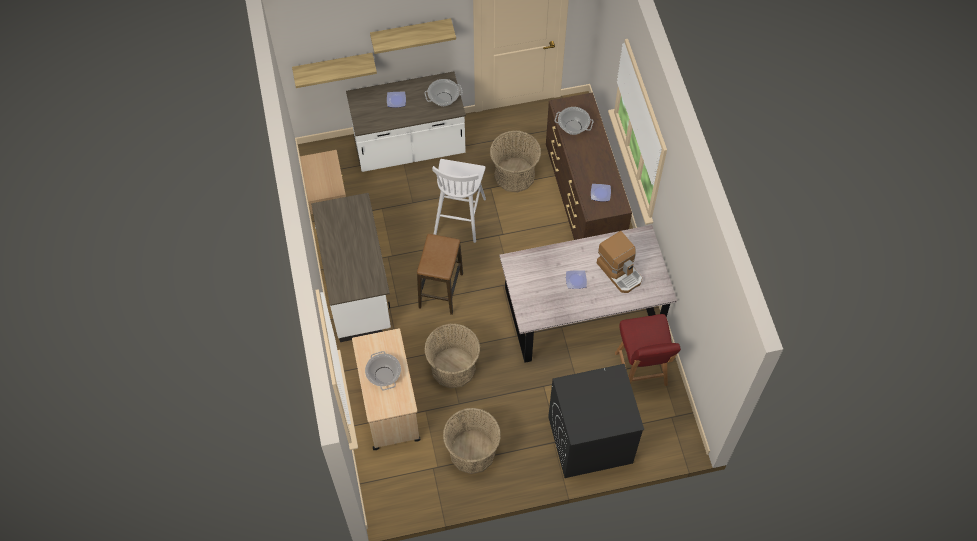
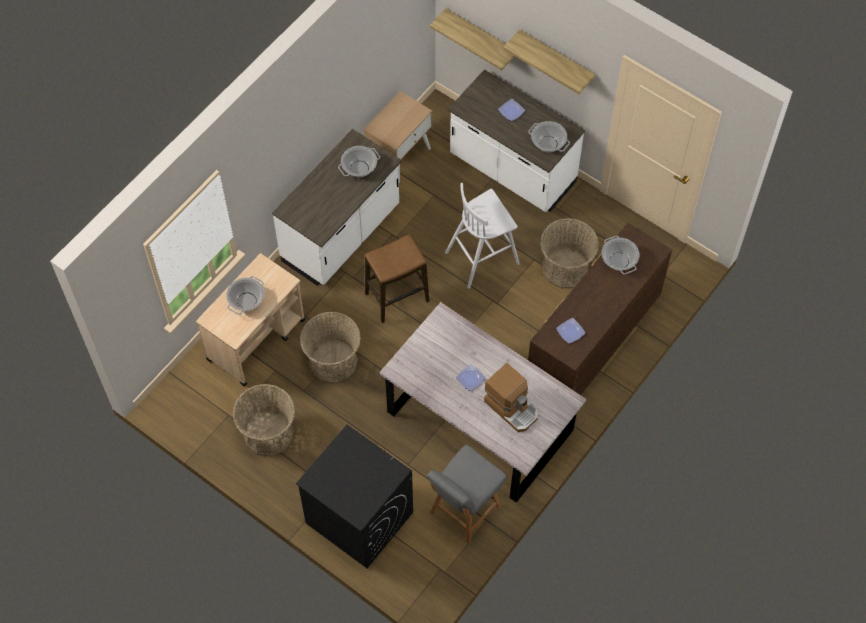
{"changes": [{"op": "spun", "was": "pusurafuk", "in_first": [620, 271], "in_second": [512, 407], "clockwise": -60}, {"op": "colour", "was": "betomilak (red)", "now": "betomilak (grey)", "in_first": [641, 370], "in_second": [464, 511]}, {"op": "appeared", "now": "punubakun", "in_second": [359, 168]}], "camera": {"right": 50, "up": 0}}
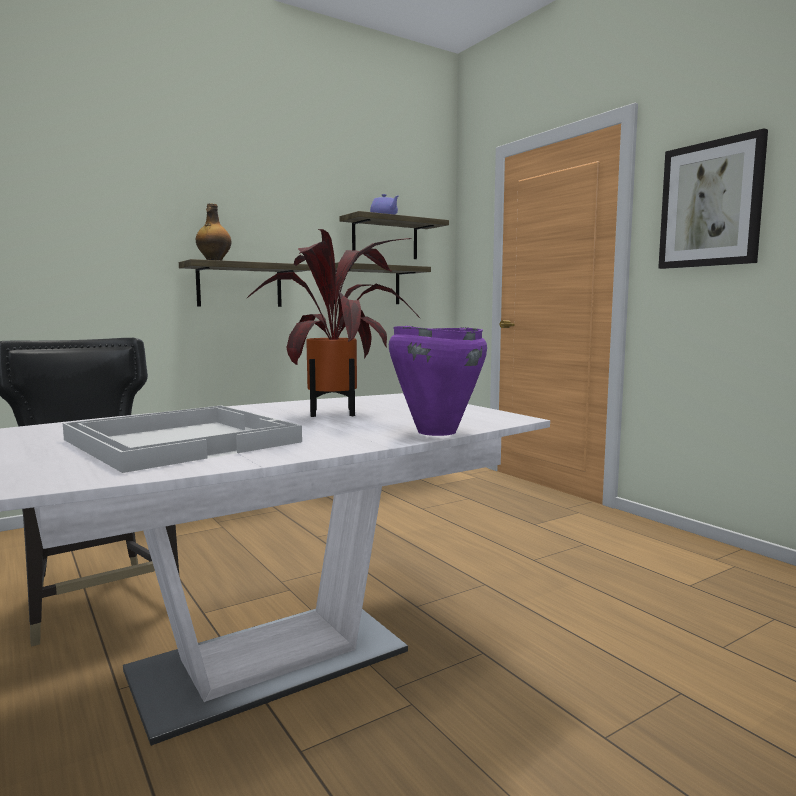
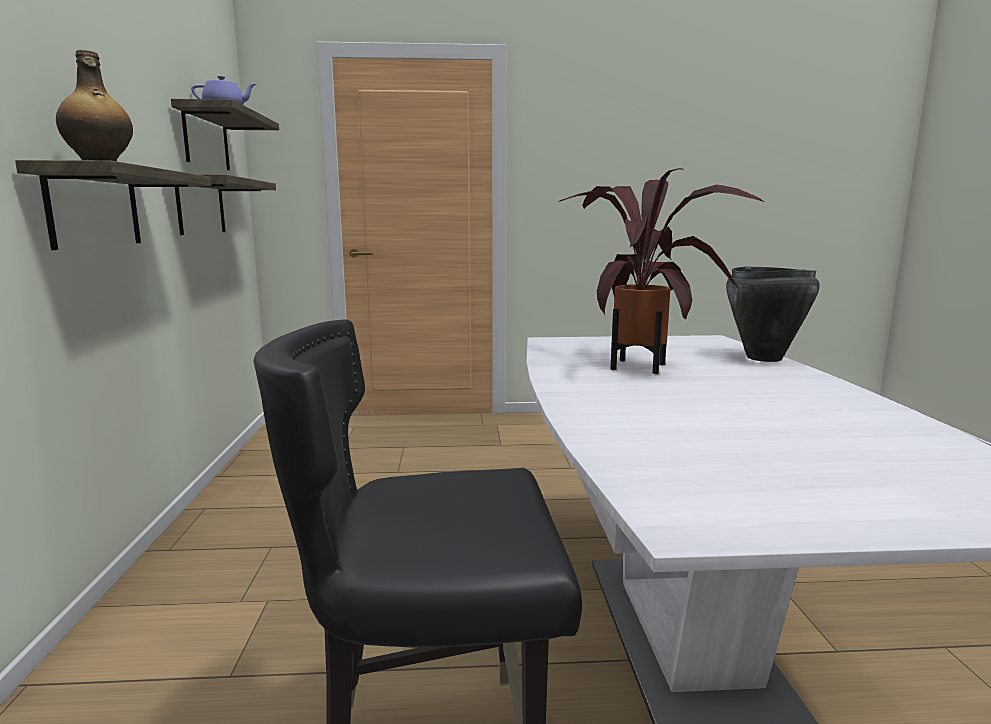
{"changes": [{"op": "missing", "was": "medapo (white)", "in_first": [183, 440]}, {"op": "colour", "was": "punubakun (purple)", "now": "punubakun (black)", "in_first": [435, 432], "in_second": [764, 358]}, {"op": "missing", "was": "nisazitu", "in_first": [711, 204]}], "camera": {"right": -60, "up": 5}}
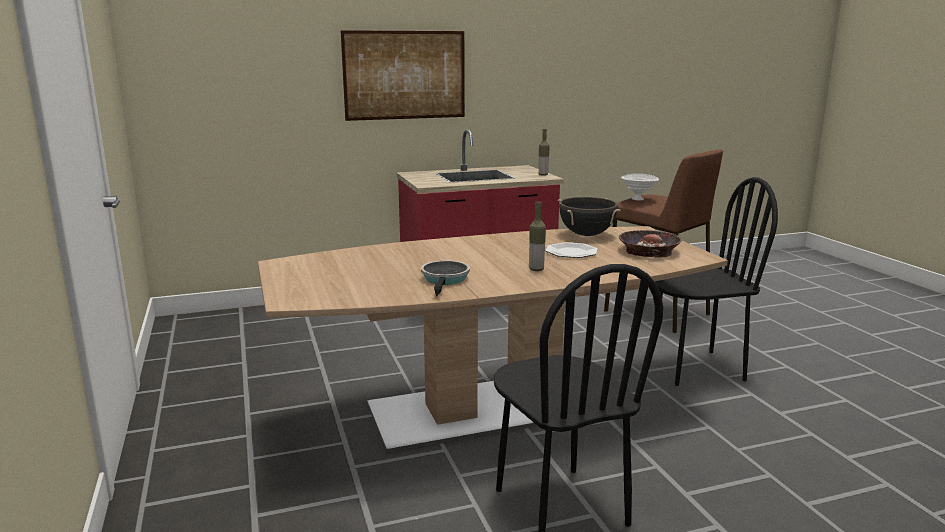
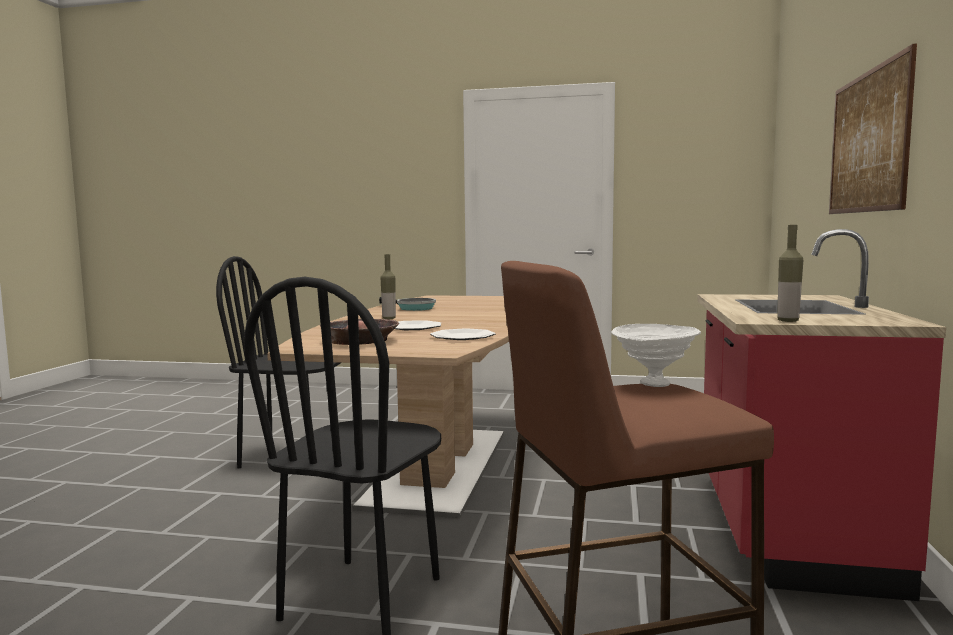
{"changes": [{"op": "exchanged", "was": "punubakun (black)", "now": "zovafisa", "in_first": [586, 235], "in_second": [462, 337]}], "camera": {"right": 120, "up": -10}}
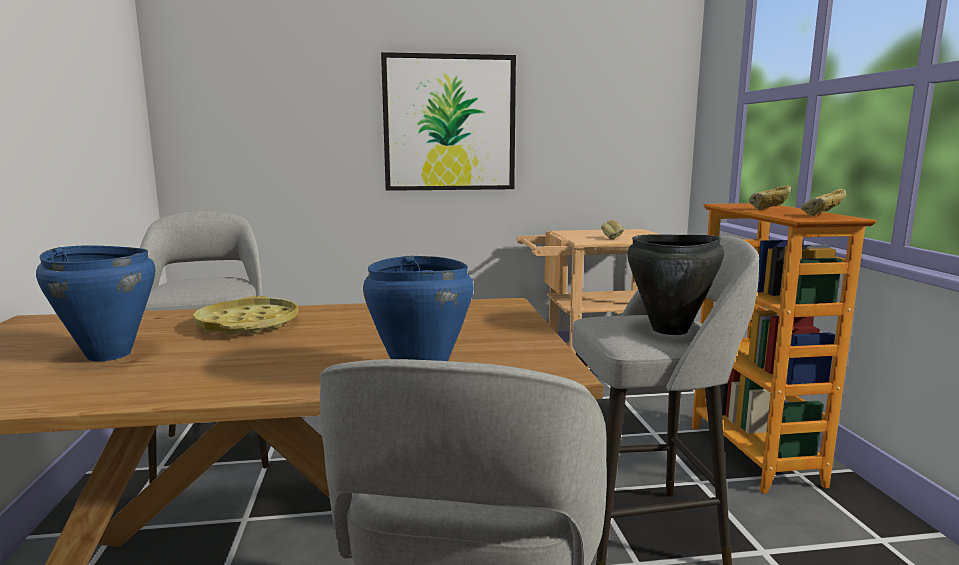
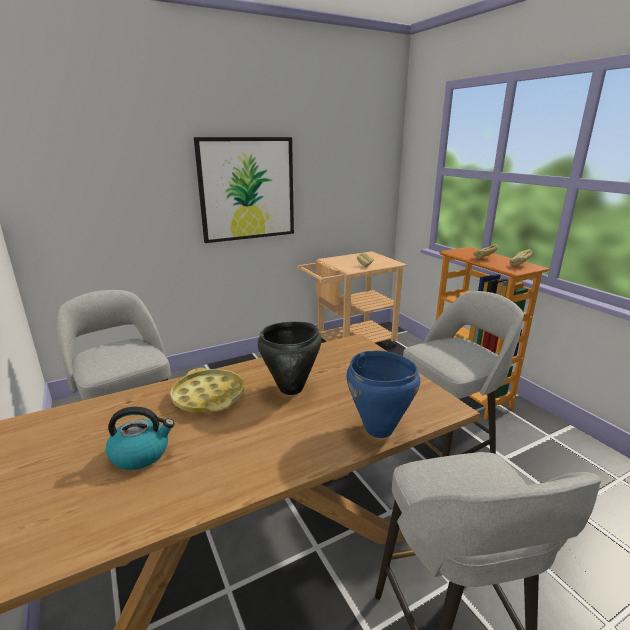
{"changes": [{"op": "exchanged", "was": "punubakun (blue)", "now": "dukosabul", "in_first": [109, 354], "in_second": [141, 453]}, {"op": "relocated", "was": "punubakun (black)", "in_first": [670, 330], "in_second": [291, 388]}], "camera": {"right": -20, "up": 10}}
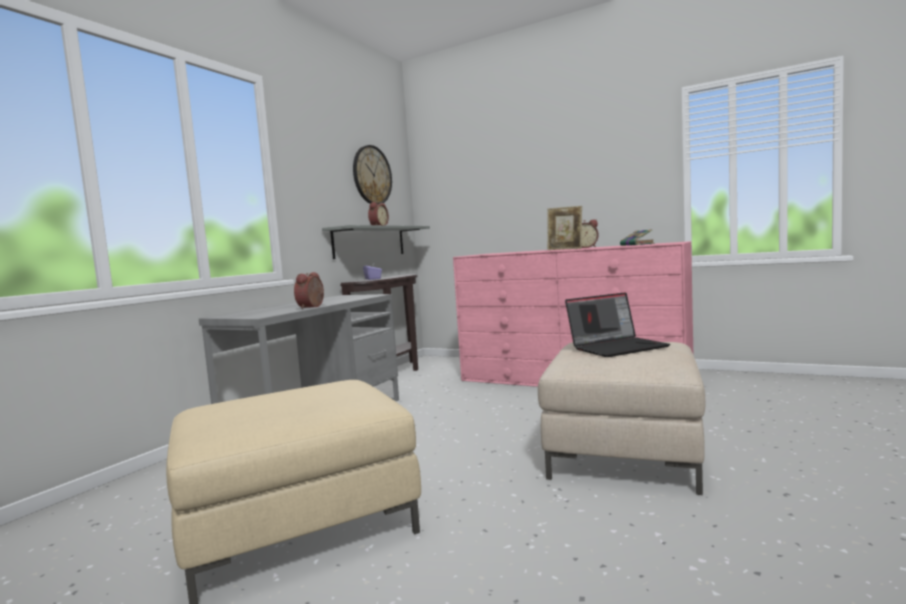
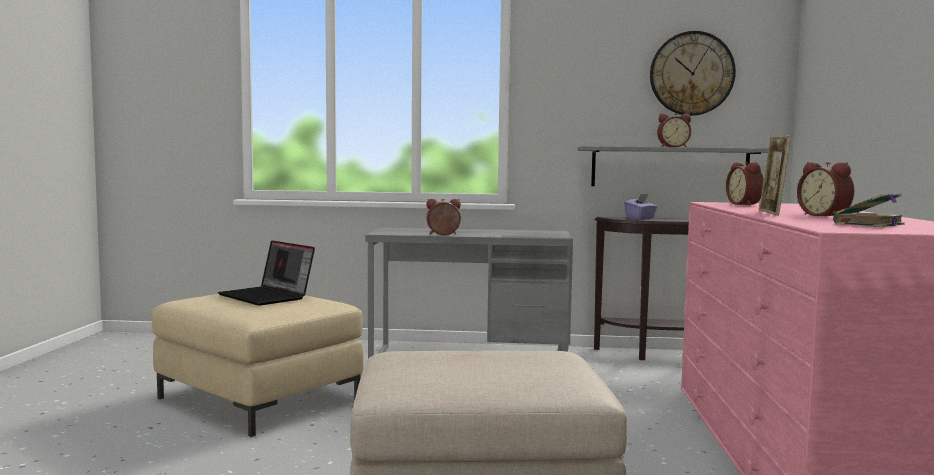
{"changes": [{"op": "relocated", "was": "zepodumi", "in_first": [617, 347], "in_second": [268, 296]}, {"op": "appeared", "now": "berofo", "in_second": [745, 204]}], "camera": {"right": 65, "up": 0}}
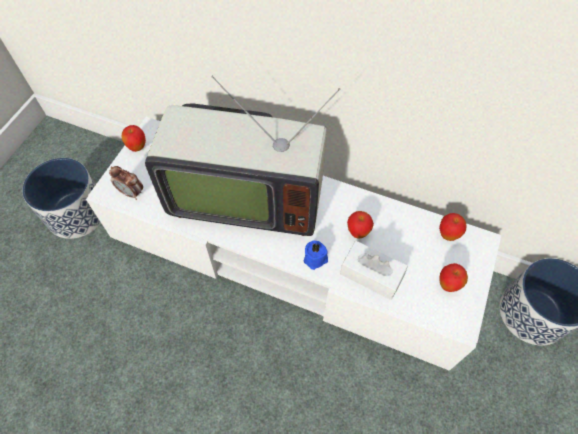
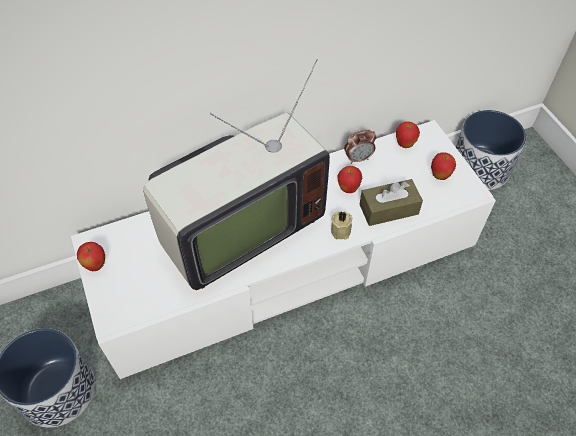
{"changes": [{"op": "relocated", "was": "berofo", "in_first": [132, 193], "in_second": [358, 158]}, {"op": "colour", "was": "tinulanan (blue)", "now": "tinulanan (beige)", "in_first": [316, 259], "in_second": [341, 230]}, {"op": "colour", "was": "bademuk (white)", "now": "bademuk (brown)", "in_first": [371, 275], "in_second": [388, 209]}], "camera": {"right": -45, "up": -5}}
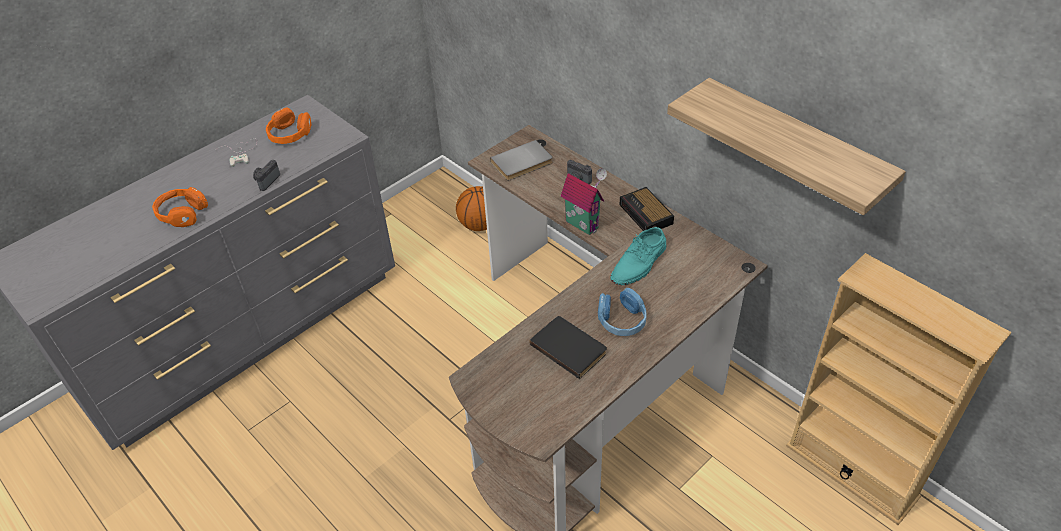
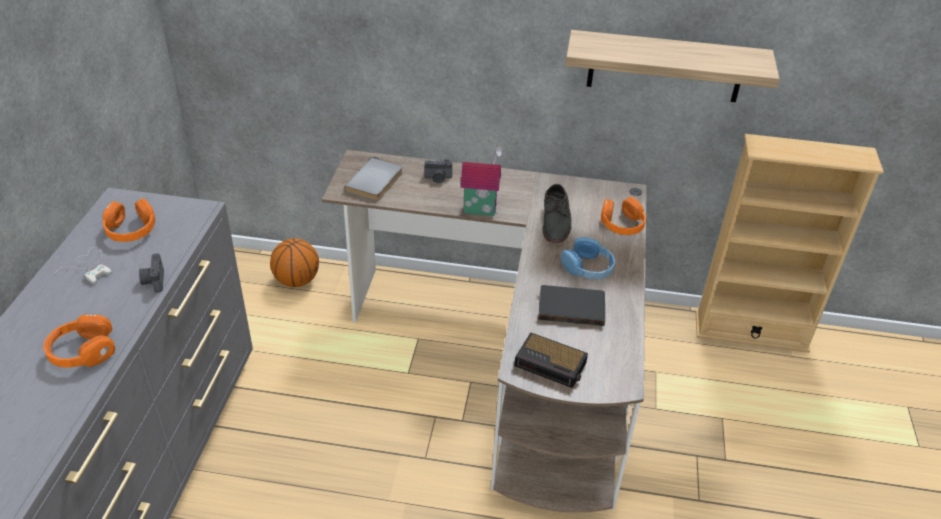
{"changes": [{"op": "colour", "was": "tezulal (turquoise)", "now": "tezulal (grey)", "in_first": [639, 263], "in_second": [556, 221]}, {"op": "relocated", "was": "berofo", "in_first": [646, 215], "in_second": [552, 364]}, {"op": "appeared", "now": "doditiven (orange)", "in_second": [621, 225]}], "camera": {"right": -40, "up": -5}}
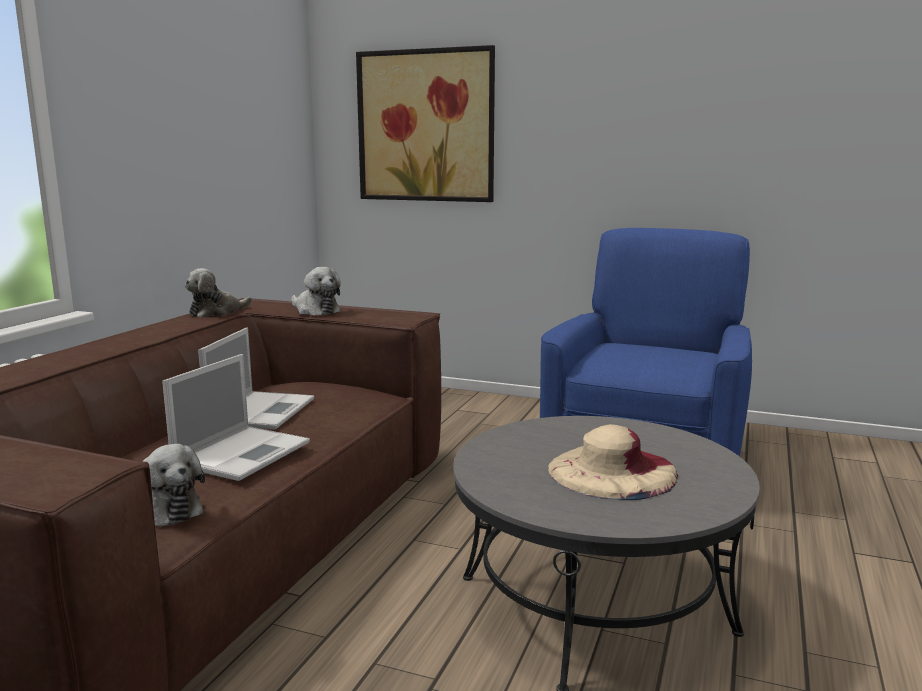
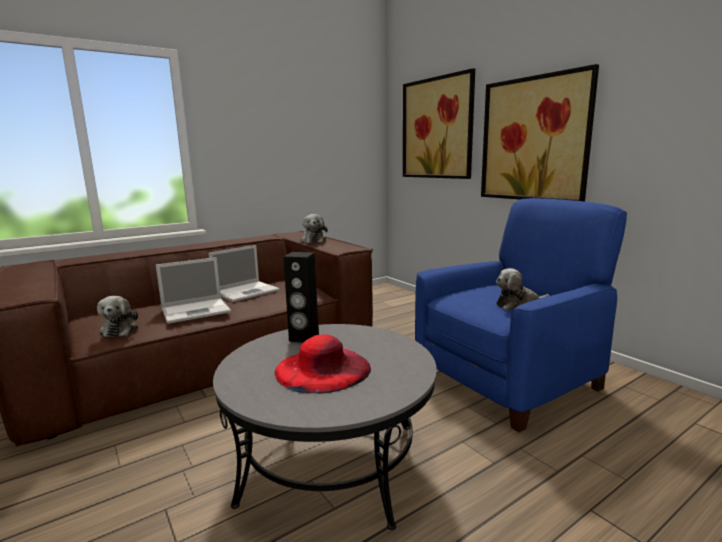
{"changes": [{"op": "relocated", "was": "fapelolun", "in_first": [216, 312], "in_second": [518, 305]}, {"op": "colour", "was": "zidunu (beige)", "now": "zidunu (red)", "in_first": [612, 471], "in_second": [322, 369]}, {"op": "appeared", "now": "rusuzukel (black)", "in_second": [304, 338]}, {"op": "appeared", "now": "nisazitu", "in_second": [534, 139]}], "camera": {"right": 35, "up": 0}}
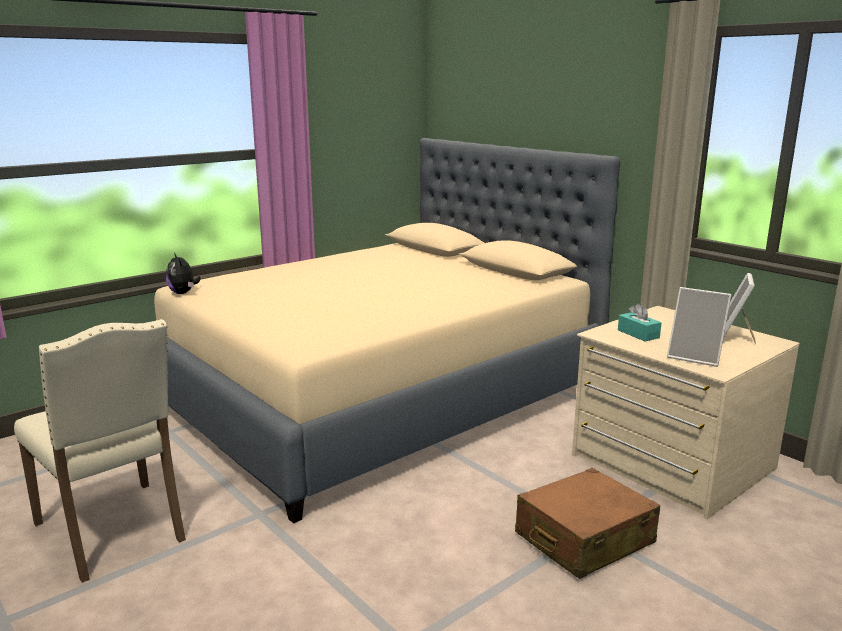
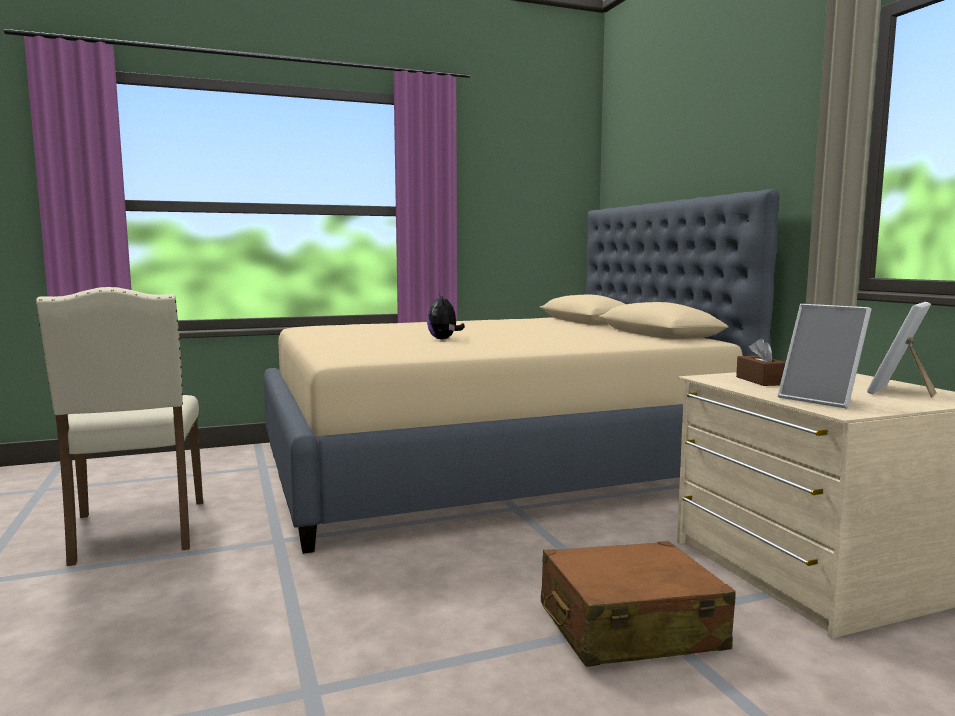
{"changes": [{"op": "relocated", "was": "fapelolun", "in_first": [183, 293], "in_second": [444, 339]}, {"op": "colour", "was": "bademuk (turquoise)", "now": "bademuk (brown)", "in_first": [638, 334], "in_second": [761, 381]}], "camera": {"right": 20, "up": -10}}
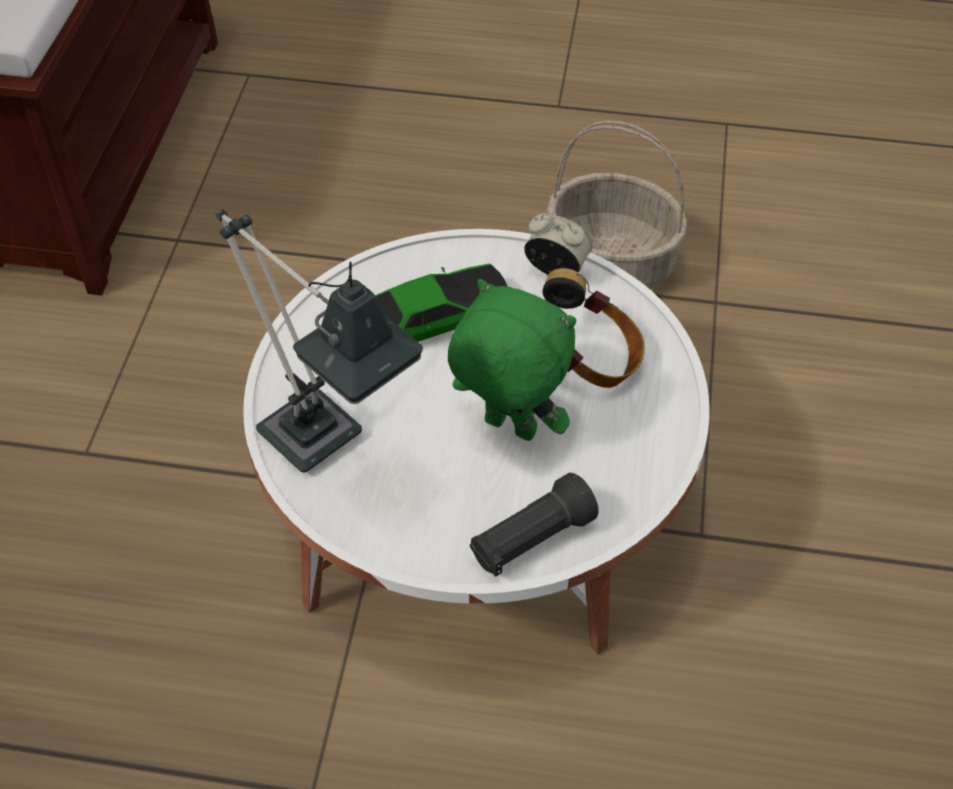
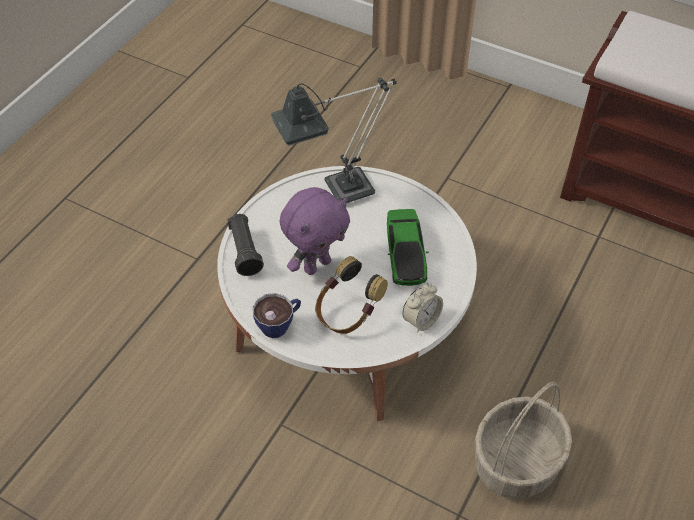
{"changes": [{"op": "colour", "was": "fapelolun (green)", "now": "fapelolun (purple)", "in_first": [508, 429], "in_second": [316, 265]}, {"op": "appeared", "now": "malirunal", "in_second": [280, 324]}], "camera": {"right": 110, "up": 0}}
